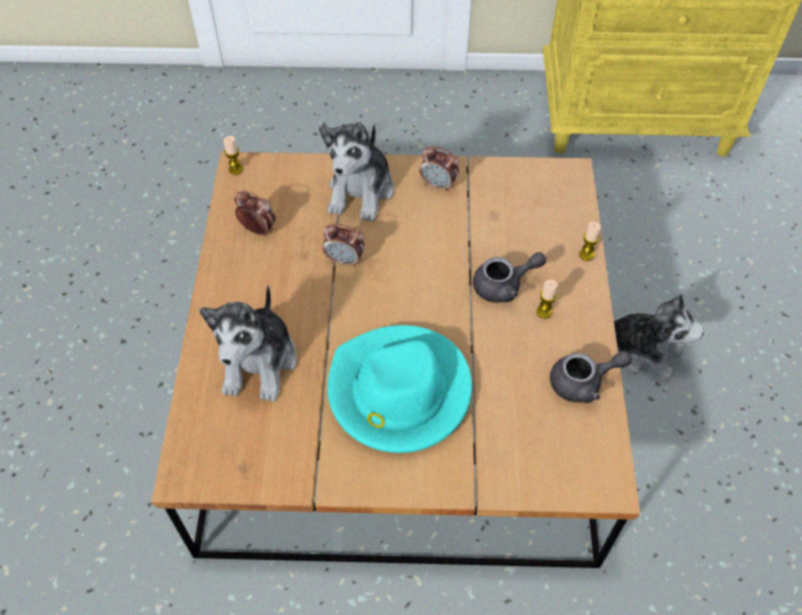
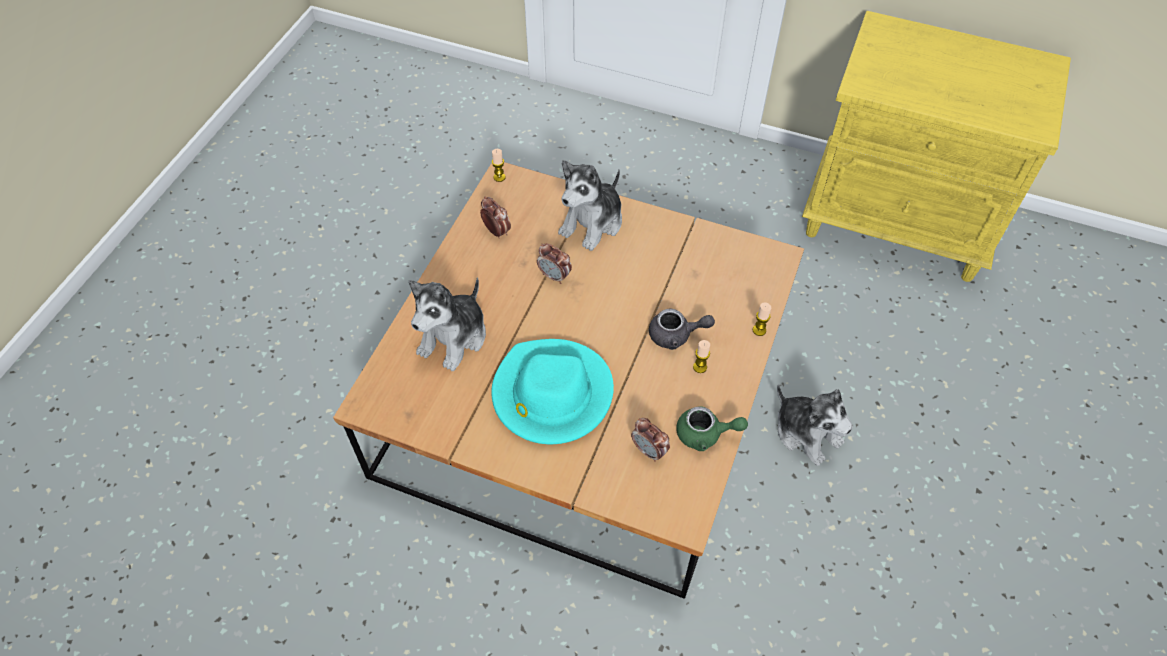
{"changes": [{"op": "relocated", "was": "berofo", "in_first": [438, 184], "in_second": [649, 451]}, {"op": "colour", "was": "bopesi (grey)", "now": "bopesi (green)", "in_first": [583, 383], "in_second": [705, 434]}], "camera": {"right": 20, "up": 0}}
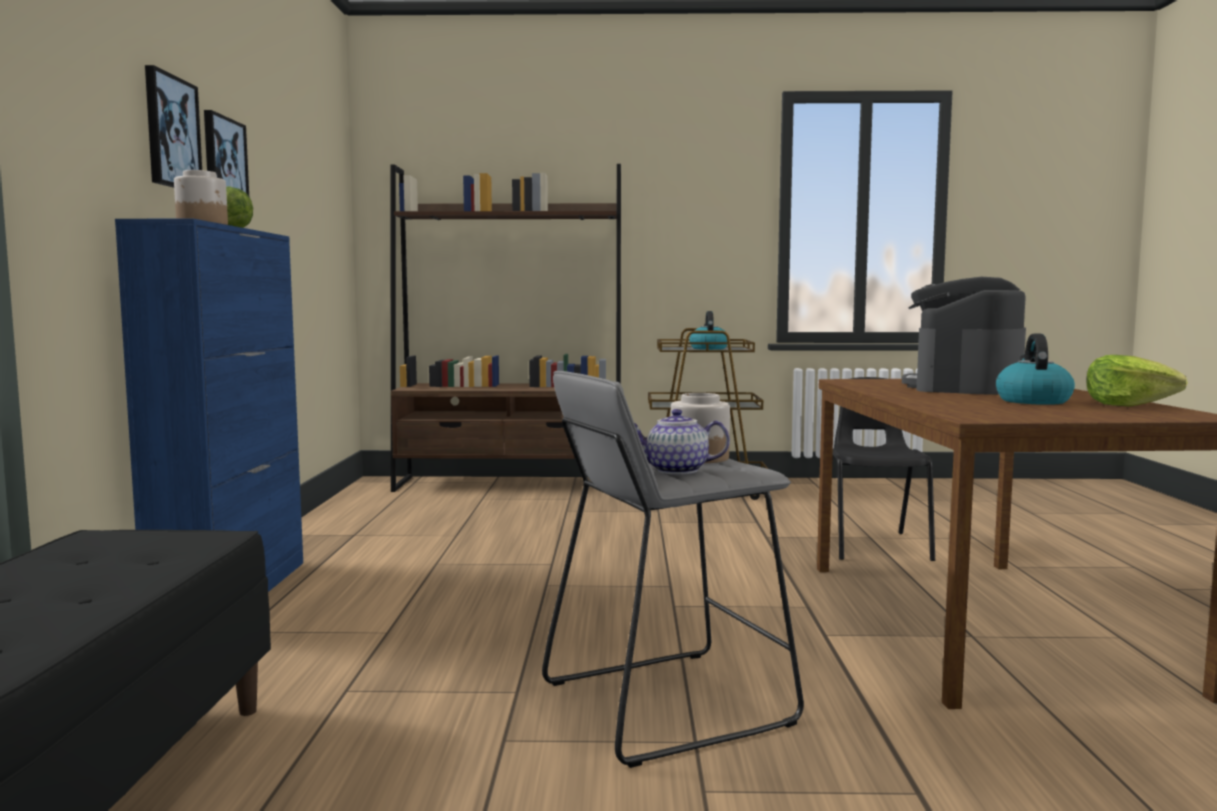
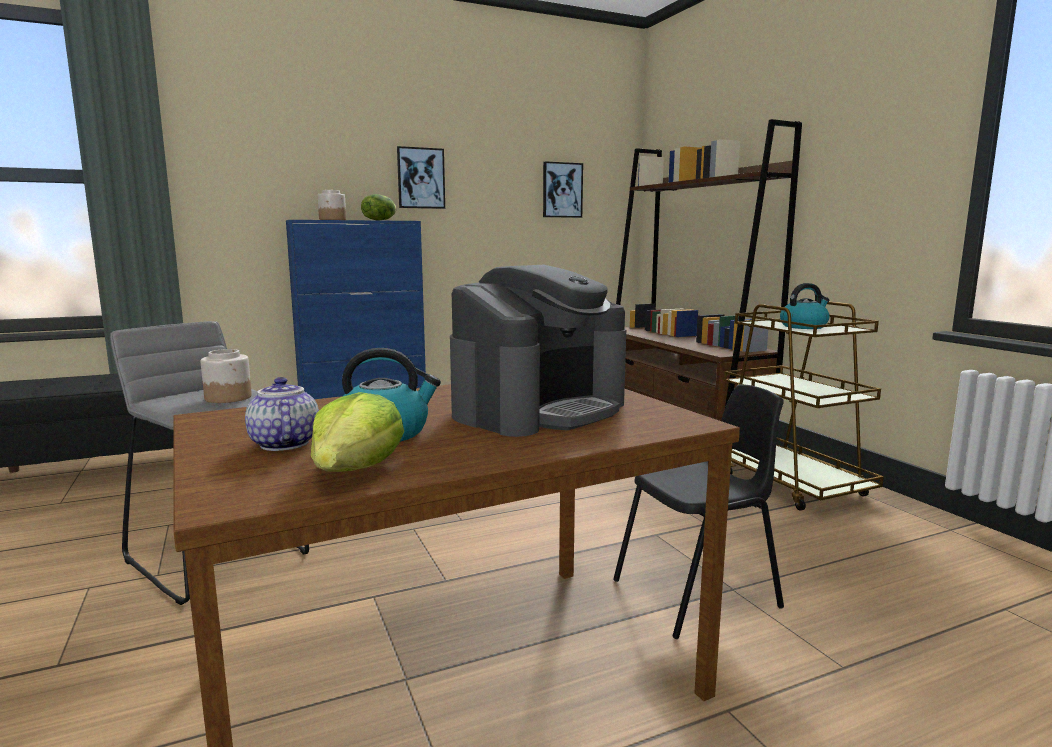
{"changes": [{"op": "relocated", "was": "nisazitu", "in_first": [171, 132], "in_second": [562, 190]}, {"op": "relocated", "was": "bopesi", "in_first": [676, 471], "in_second": [282, 444]}, {"op": "spun", "was": "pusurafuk", "in_first": [963, 387], "in_second": [540, 409], "clockwise": 135}], "camera": {"right": 65, "up": 5}}
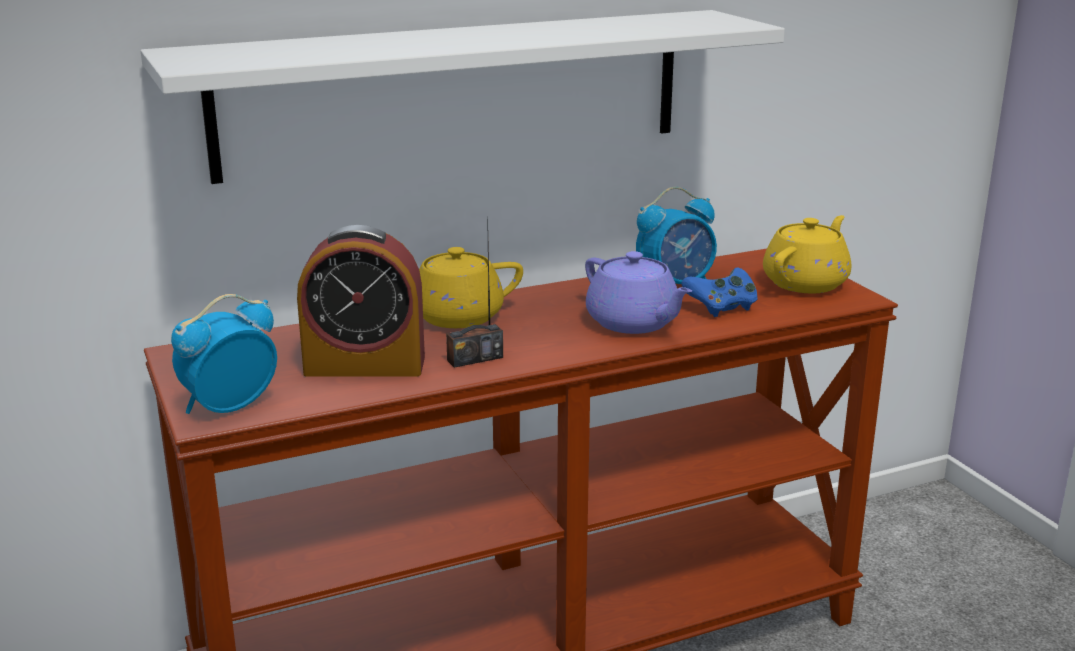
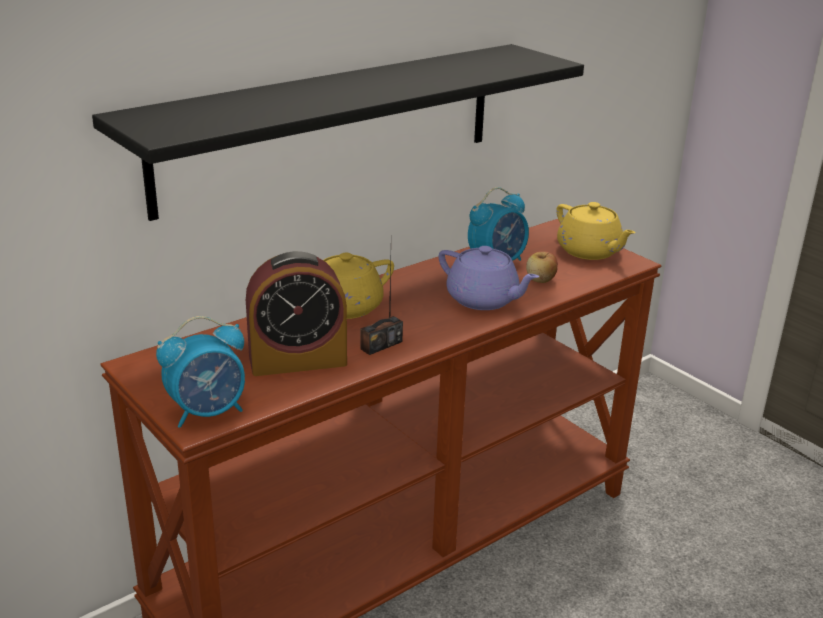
{"changes": [{"op": "colour", "was": "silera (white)", "now": "silera (black)", "in_first": [455, 92], "in_second": [332, 126]}, {"op": "spun", "was": "berofo", "in_first": [228, 407], "in_second": [208, 412], "clockwise": -150}, {"op": "exchanged", "was": "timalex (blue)", "now": "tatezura", "in_first": [721, 308], "in_second": [540, 280]}, {"op": "spun", "was": "bopesi (yellow)", "in_first": [806, 282], "in_second": [590, 251], "clockwise": 120}], "camera": {"right": -15, "up": 5}}
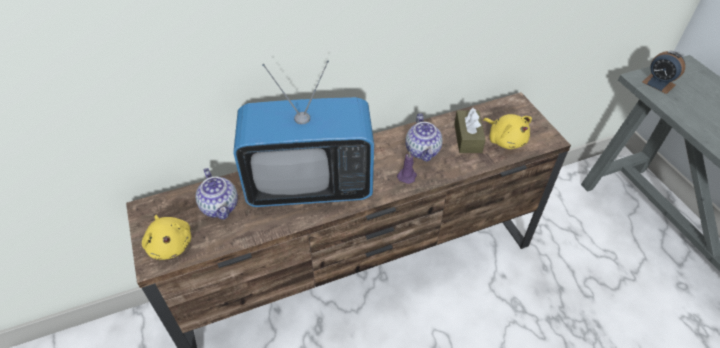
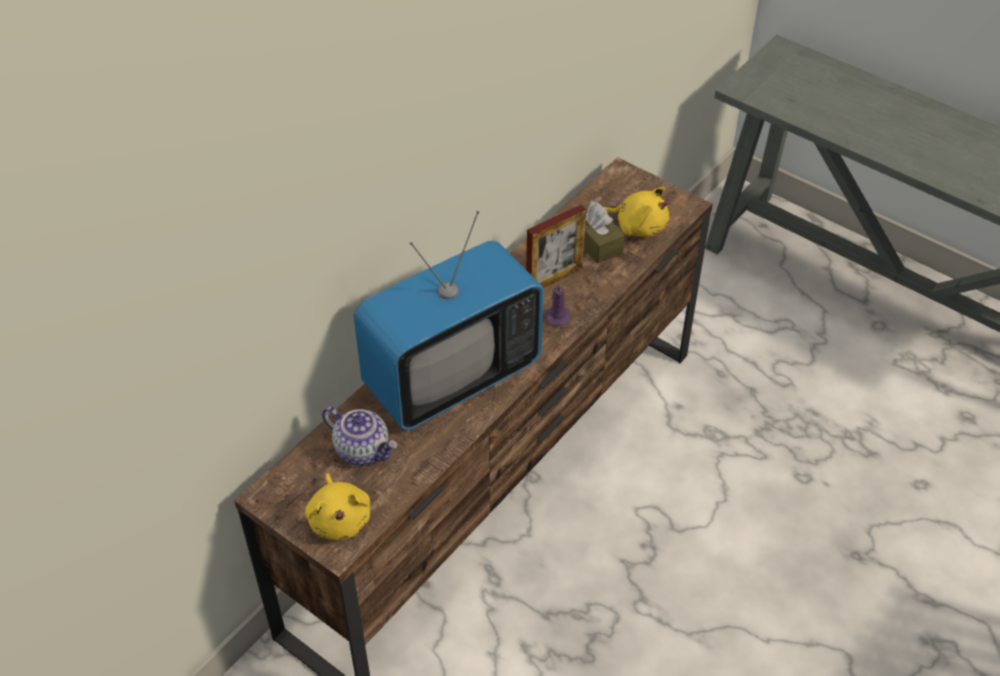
{"changes": [{"op": "spun", "was": "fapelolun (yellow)", "in_first": [170, 244], "in_second": [339, 519], "clockwise": 45}, {"op": "exchanged", "was": "bopesi", "now": "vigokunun", "in_first": [423, 151], "in_second": [554, 278]}, {"op": "missing", "was": "berofo", "in_first": [658, 83]}], "camera": {"right": -30, "up": 0}}
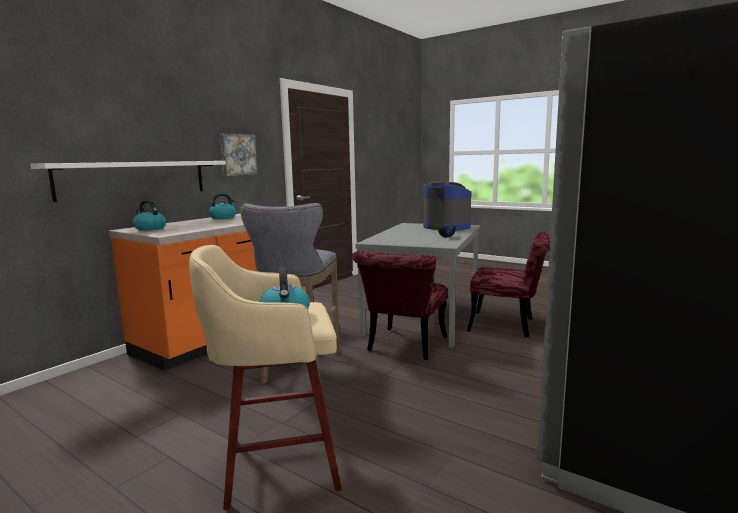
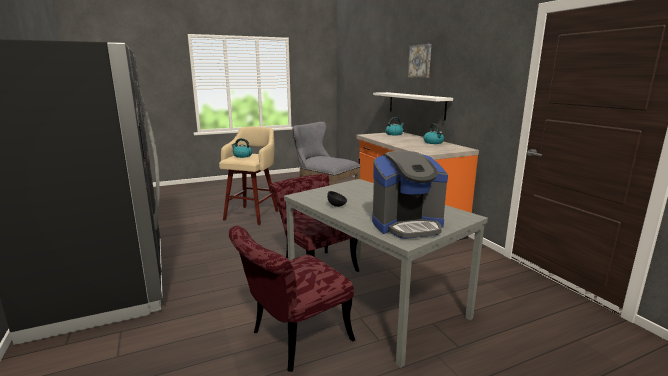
{"changes": [{"op": "relocated", "was": "nisazitu", "in_first": [237, 154], "in_second": [420, 61]}], "camera": {"right": 120, "up": 5}}
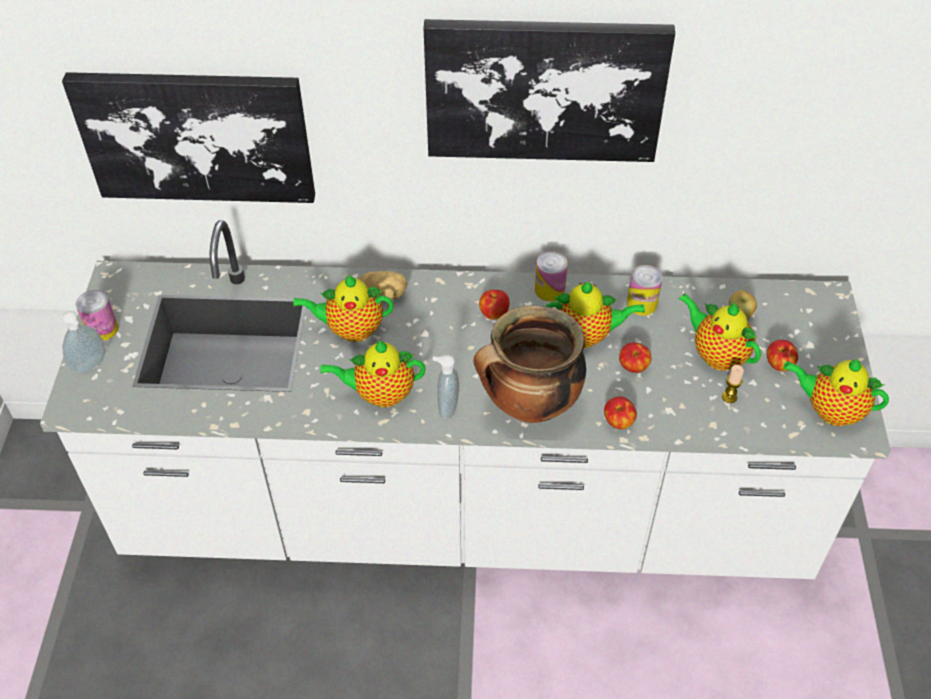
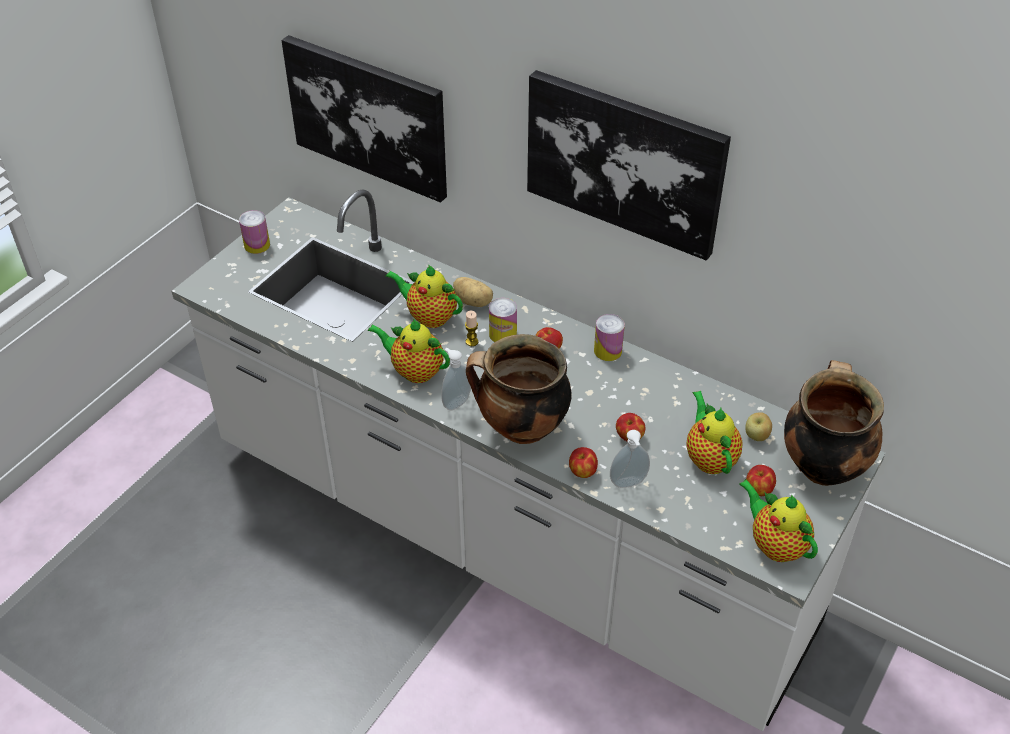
{"changes": [{"op": "relocated", "was": "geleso", "in_first": [91, 366], "in_second": [628, 484]}, {"op": "missing", "was": "bopesi", "in_first": [586, 336]}, {"op": "relocated", "was": "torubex", "in_first": [641, 304], "in_second": [503, 334]}, {"op": "relocated", "was": "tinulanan", "in_first": [729, 397], "in_second": [472, 341]}, {"op": "appeared", "now": "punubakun", "in_second": [821, 465]}], "camera": {"right": 30, "up": -5}}
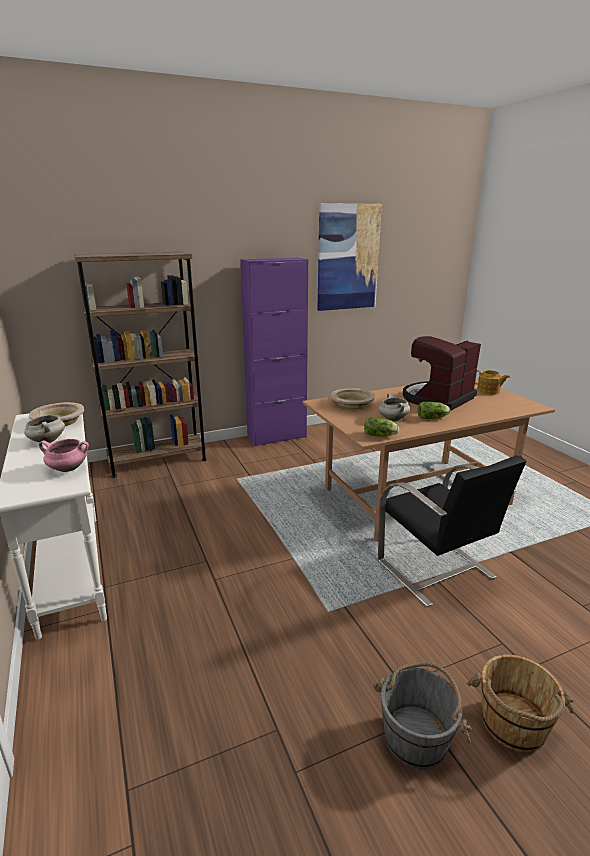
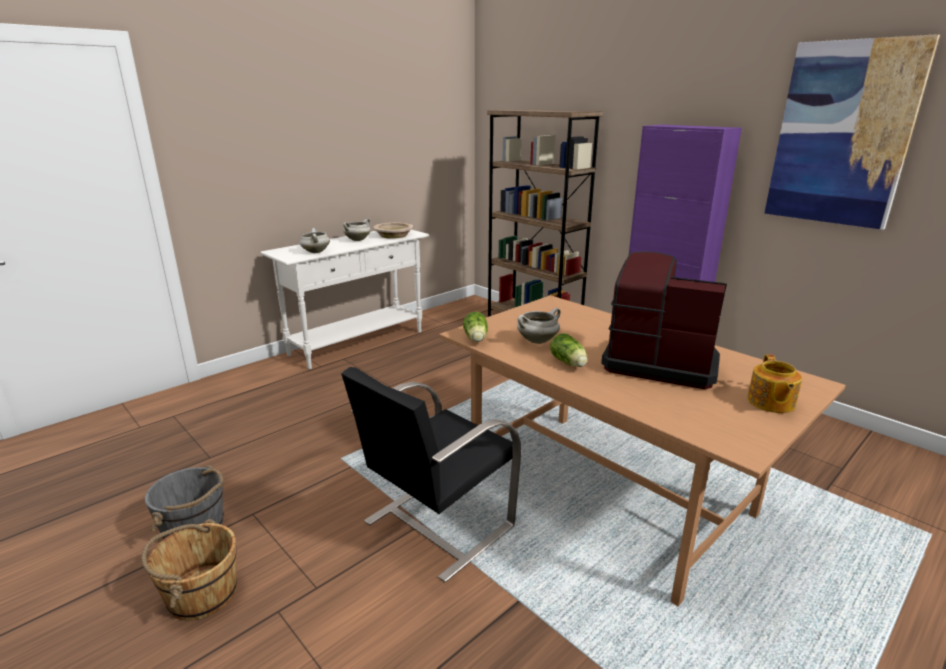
{"changes": [{"op": "colour", "was": "punubakun (pink)", "now": "punubakun (white)", "in_first": [67, 469], "in_second": [315, 252]}, {"op": "missing", "was": "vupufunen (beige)", "in_first": [352, 404]}], "camera": {"right": 70, "up": 0}}
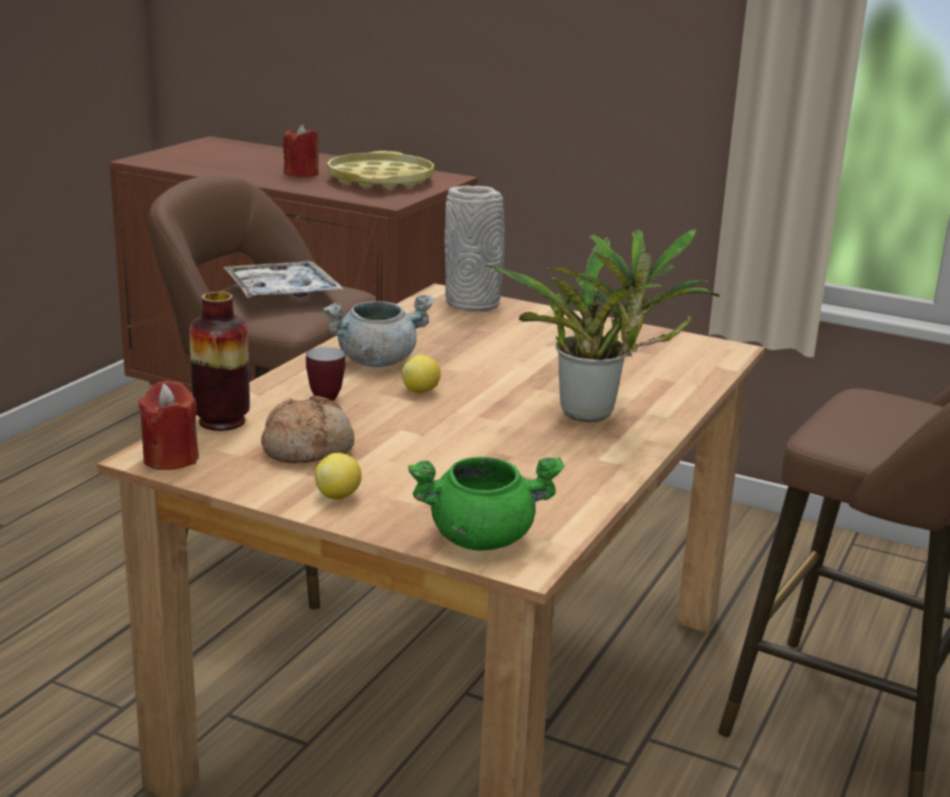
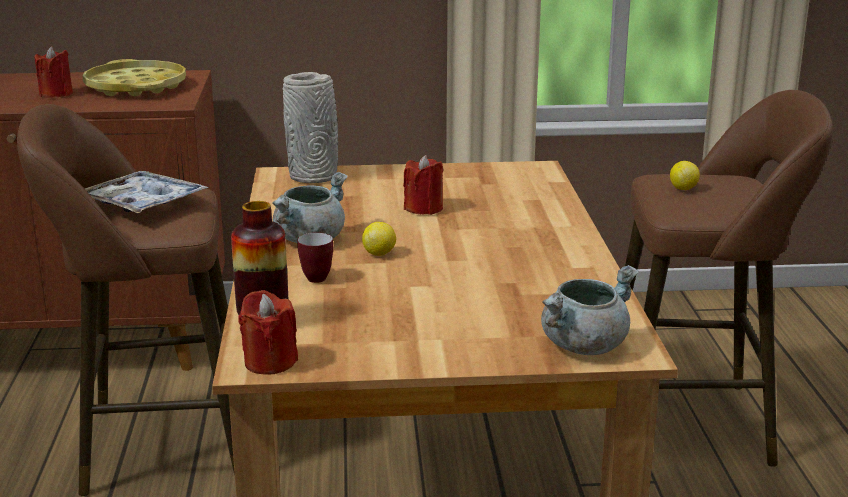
{"changes": [{"op": "missing", "was": "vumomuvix", "in_first": [308, 448]}, {"op": "relocated", "was": "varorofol", "in_first": [338, 496], "in_second": [683, 188]}, {"op": "colour", "was": "punubakun (green)", "now": "punubakun (grey)", "in_first": [482, 537], "in_second": [584, 345]}, {"op": "missing", "was": "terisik", "in_first": [595, 415]}, {"op": "appeared", "now": "tinulanan (red)", "in_second": [424, 208]}], "camera": {"right": -30, "up": 0}}
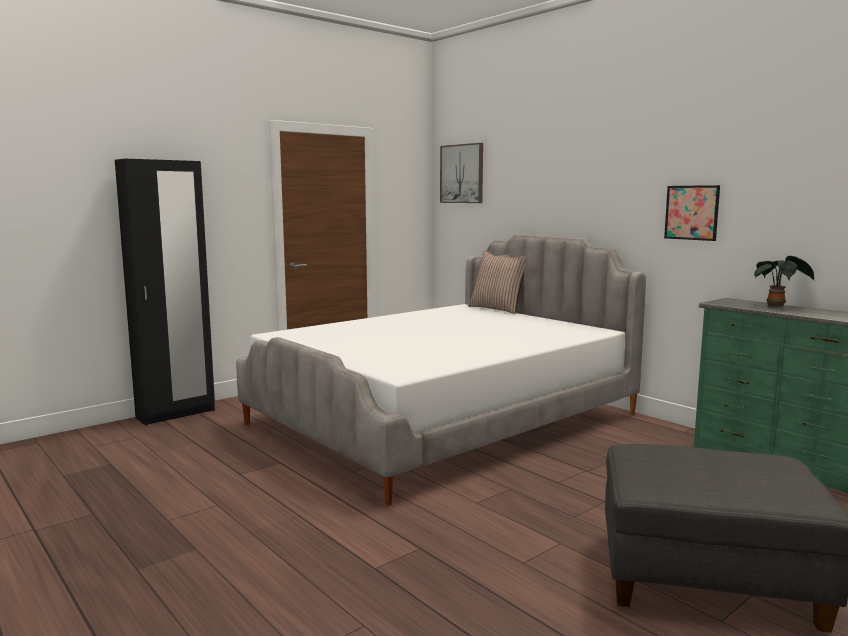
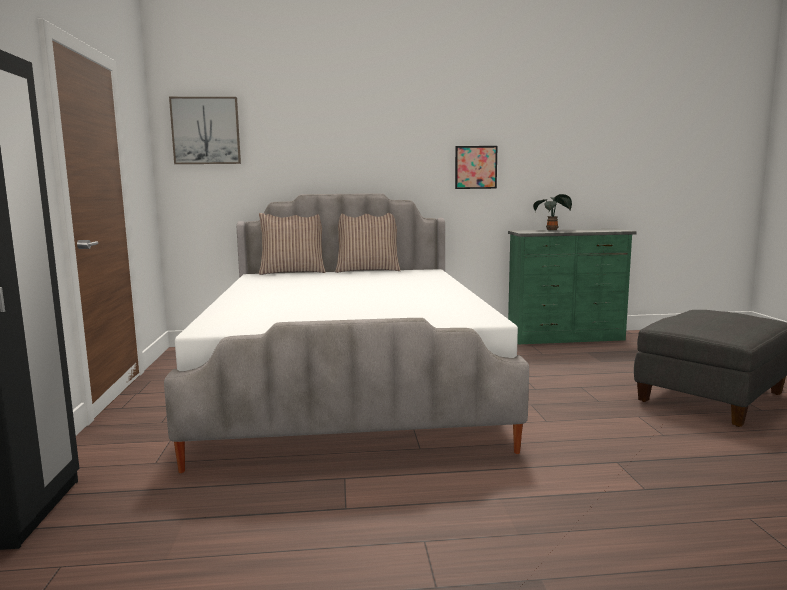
{"changes": [{"op": "appeared", "now": "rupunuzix", "in_second": [368, 270]}], "camera": {"right": -55, "up": 0}}
